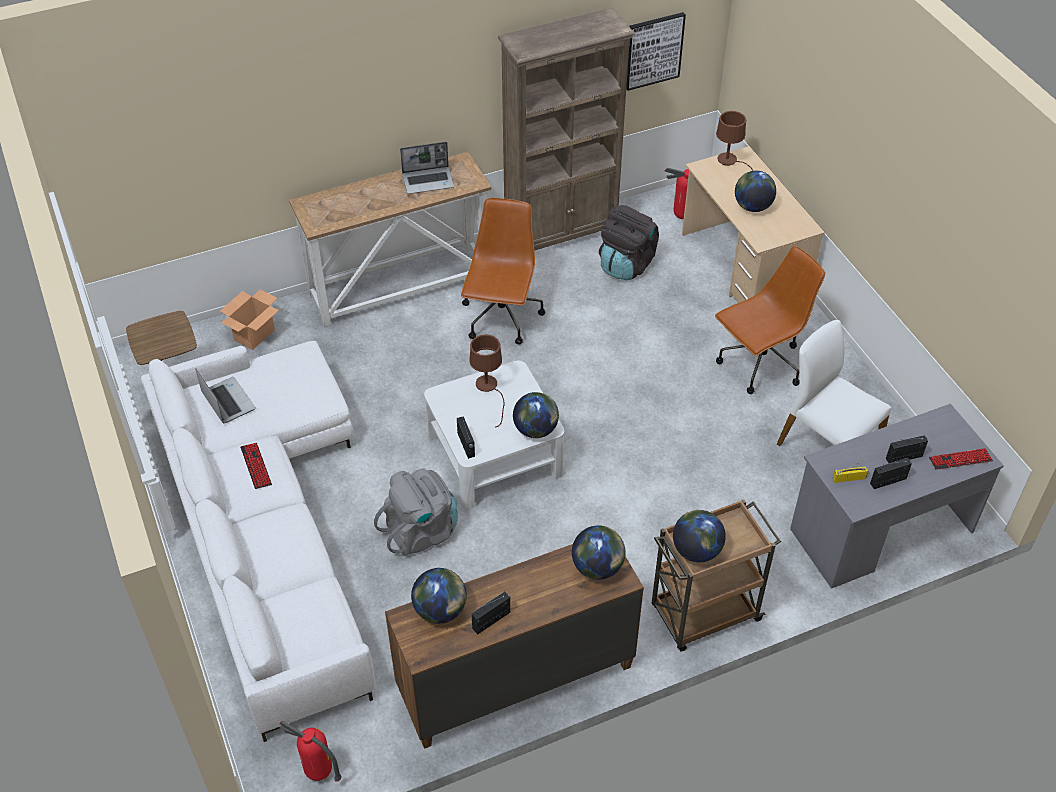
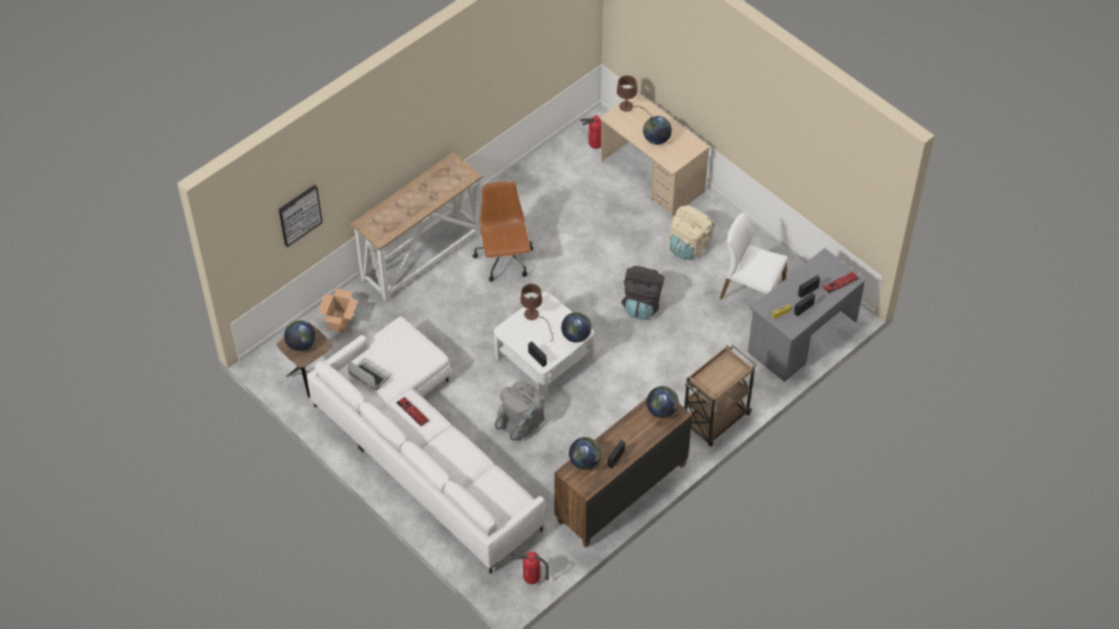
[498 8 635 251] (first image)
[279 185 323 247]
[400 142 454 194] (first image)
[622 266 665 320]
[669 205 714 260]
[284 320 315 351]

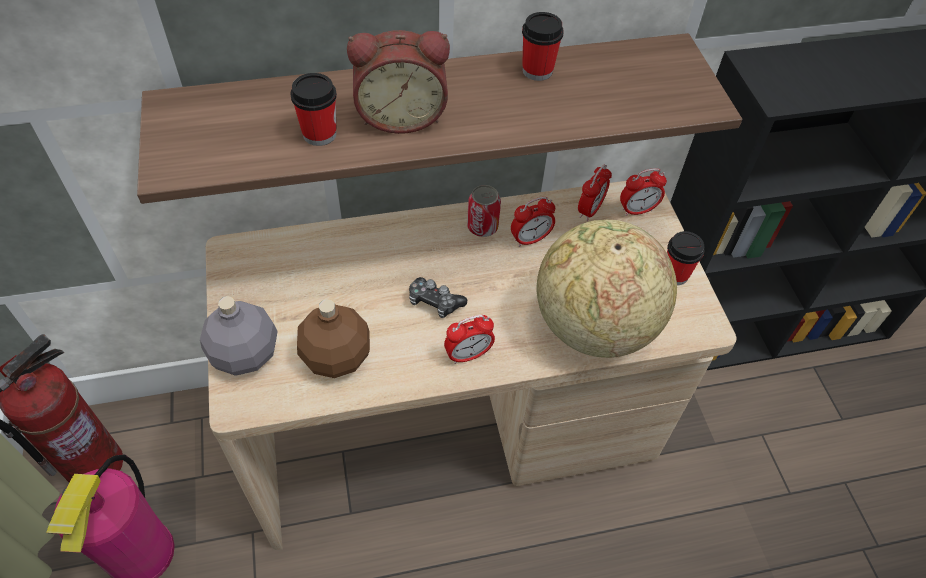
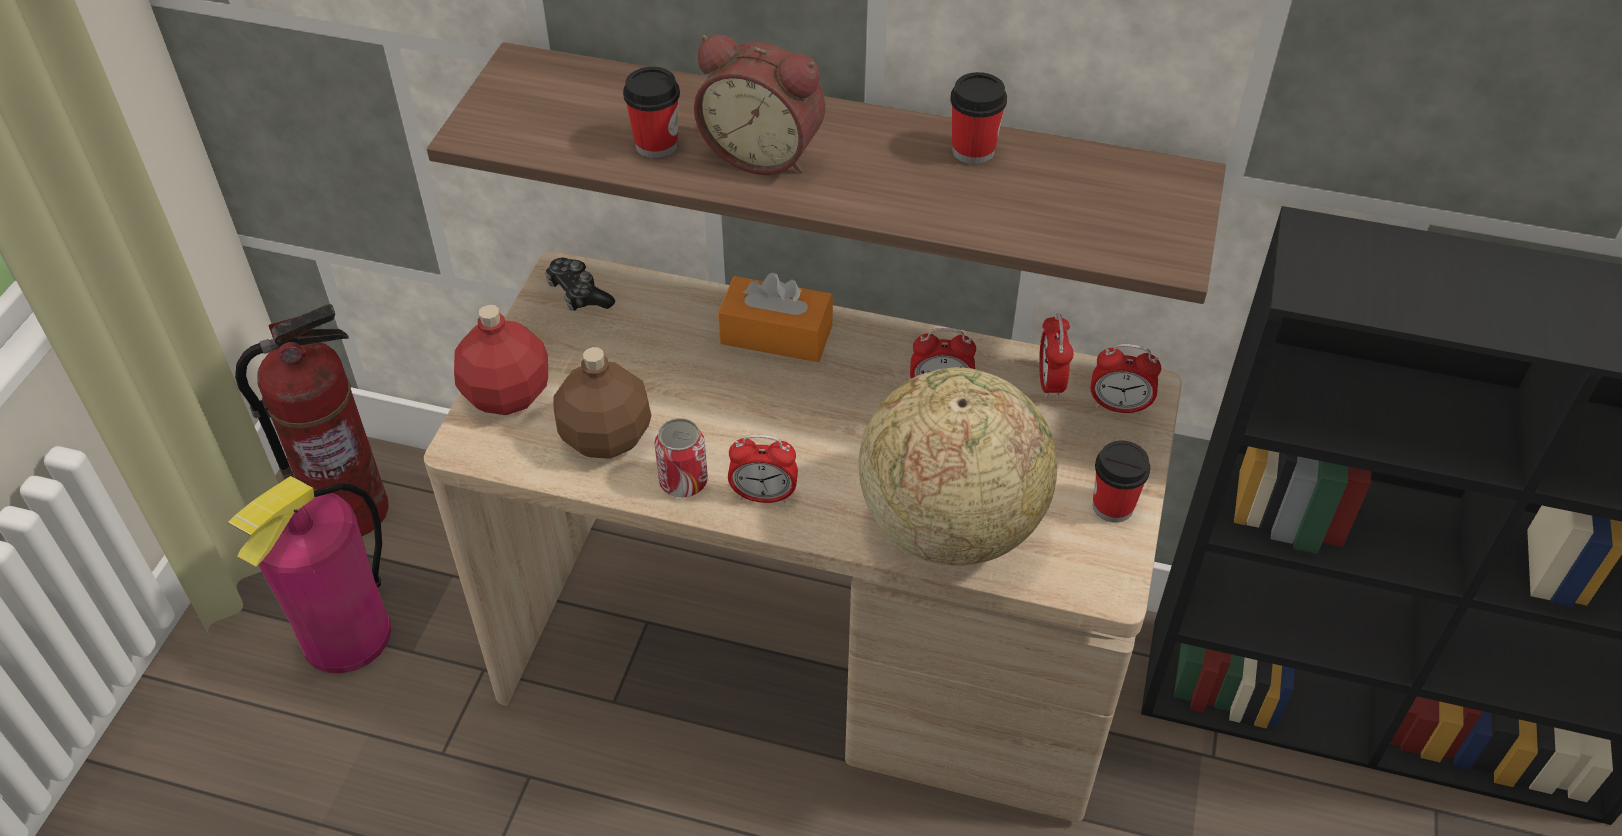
[1039 313 1074 399]
[654 418 708 497]
[545 257 615 311]
[454 304 548 415]
[718 273 833 362]

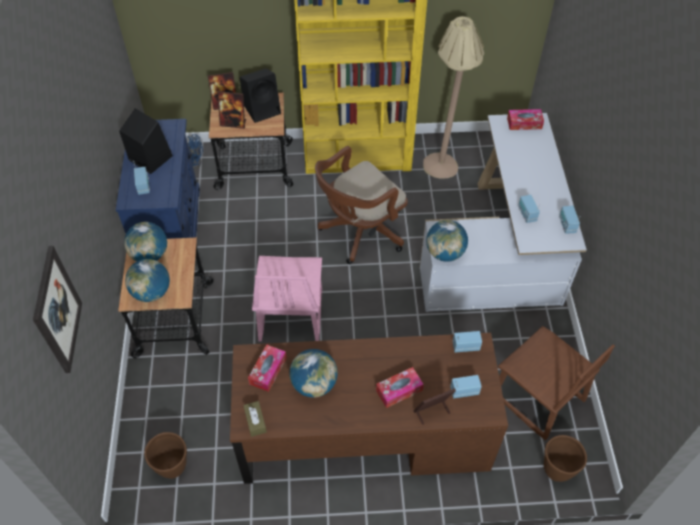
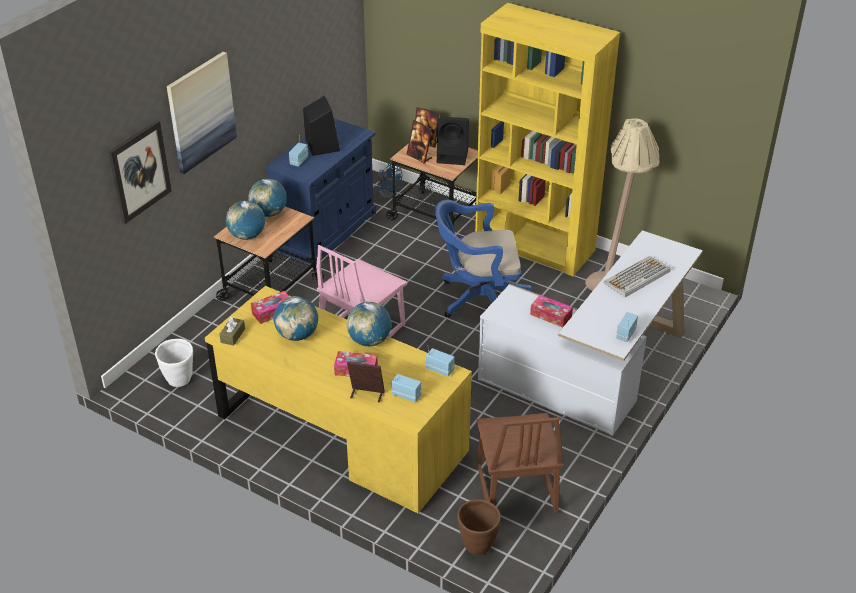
[530 295 573 327]
[435 200 532 318]
[518 195 540 223] (first image)
[347 302 391 346]
[205 286 472 513]
[155 339 193 387]
[167 52 237 174]
[604 256 671 297]

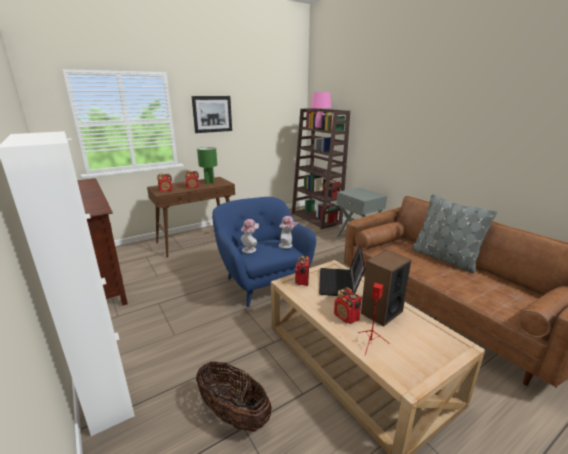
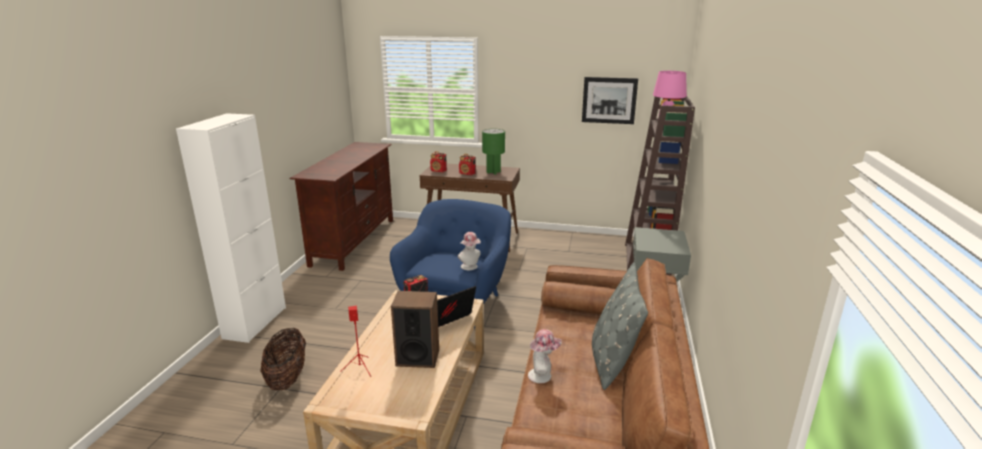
[582 77 638 124]
[528 329 562 383]
[334 287 362 324] (first image)

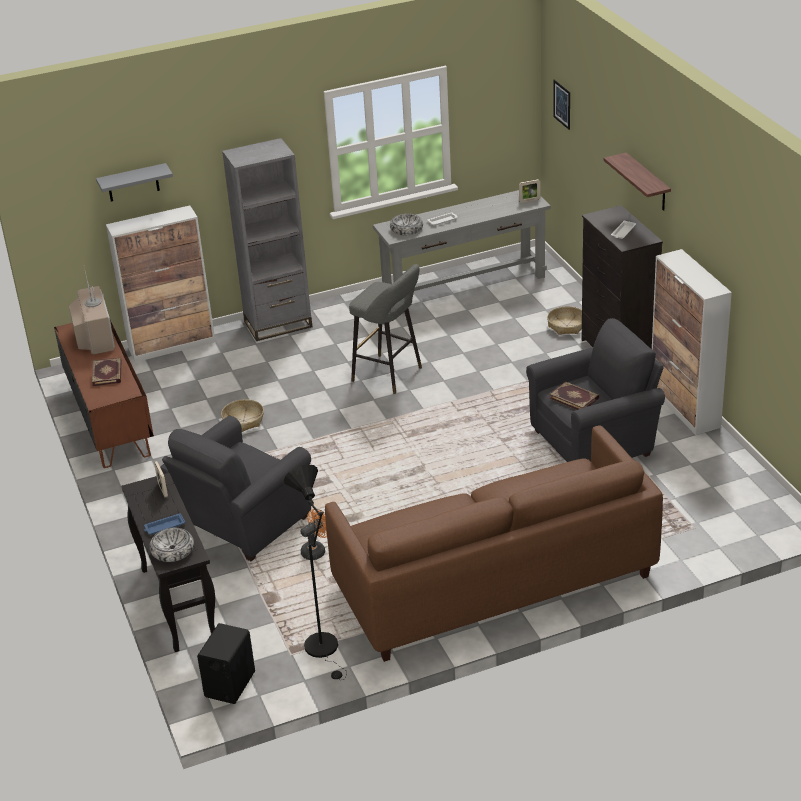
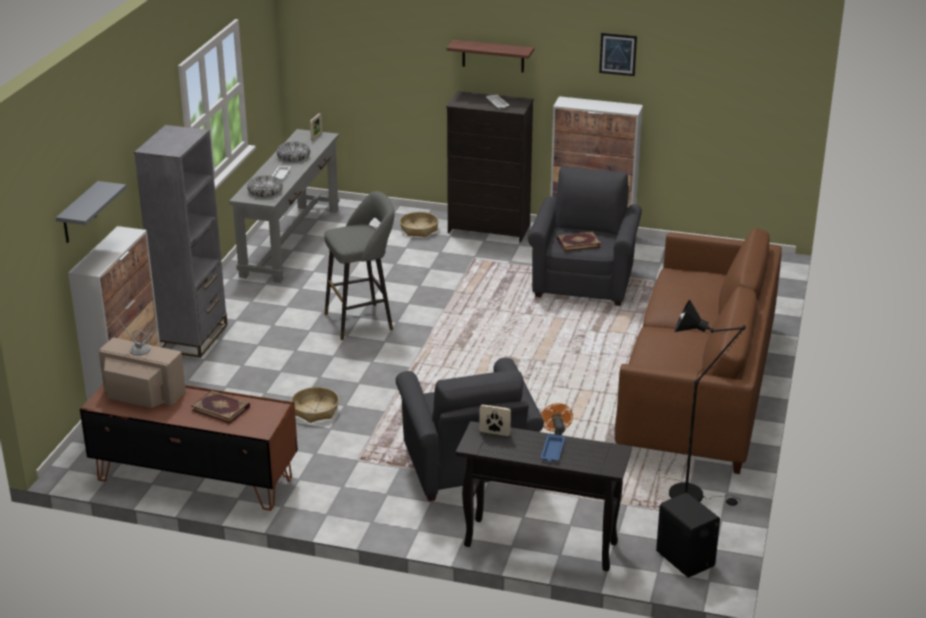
[599 33 637 76]
[277 141 310 162]

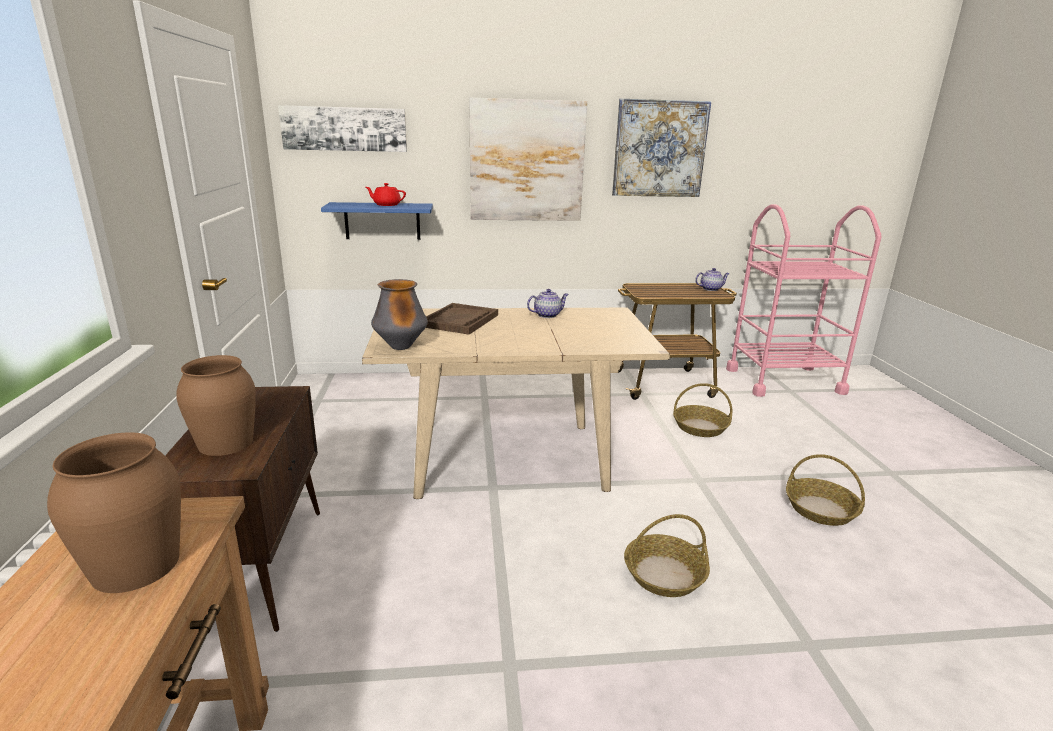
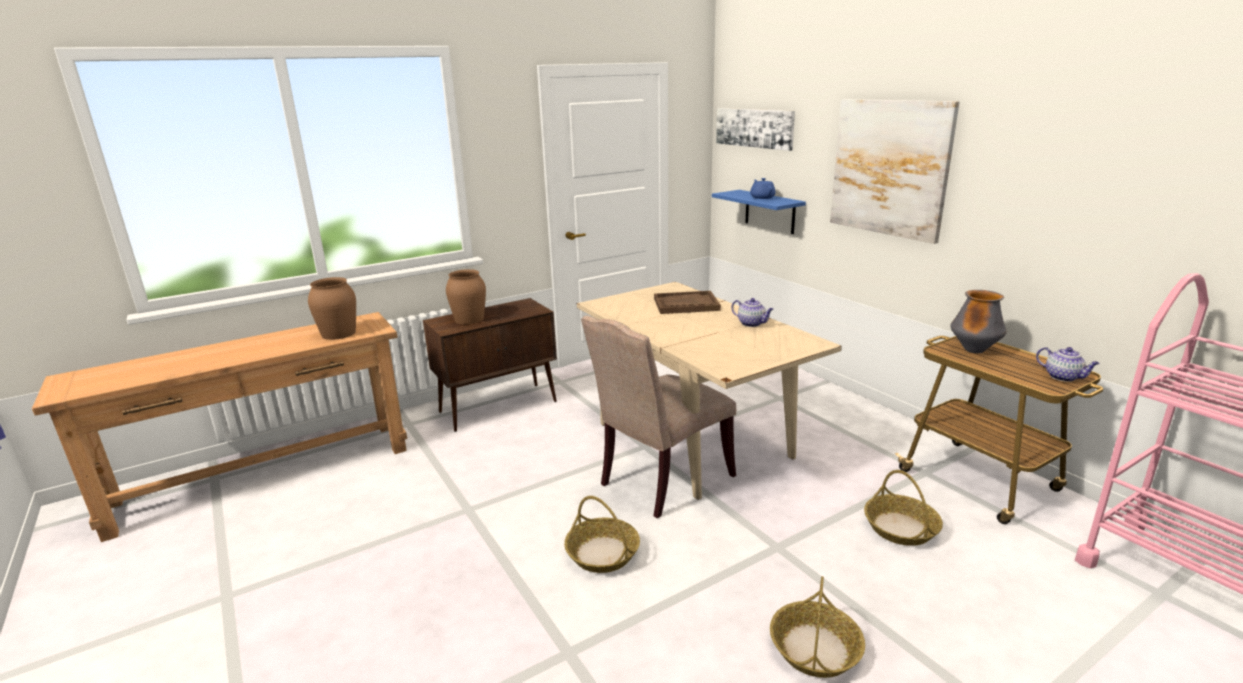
[612 98 711 197] (first image)
[750 178 776 199]
[951 290 1007 353]
[581 316 736 518]

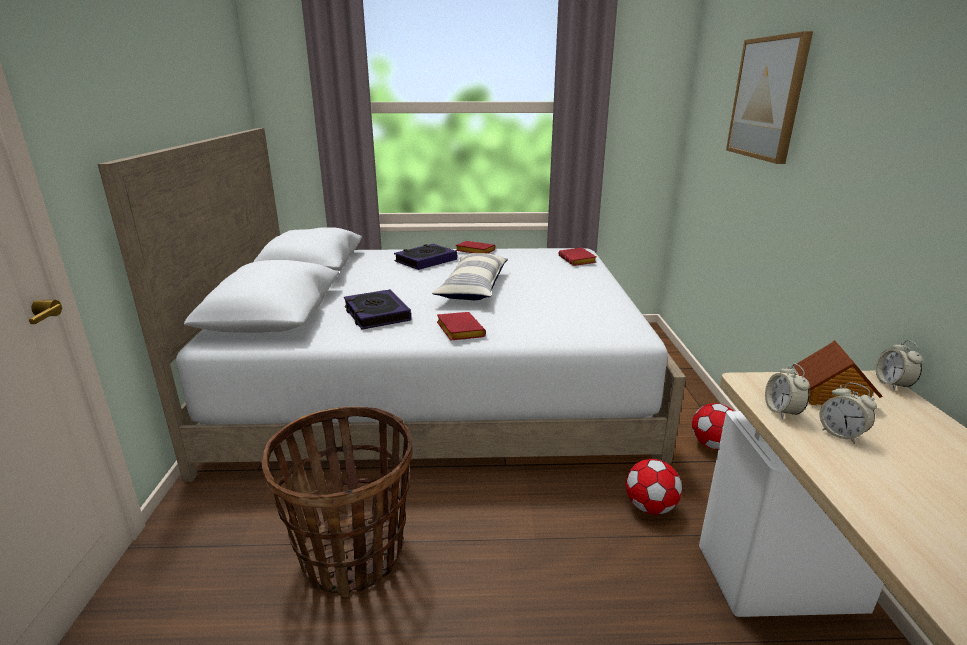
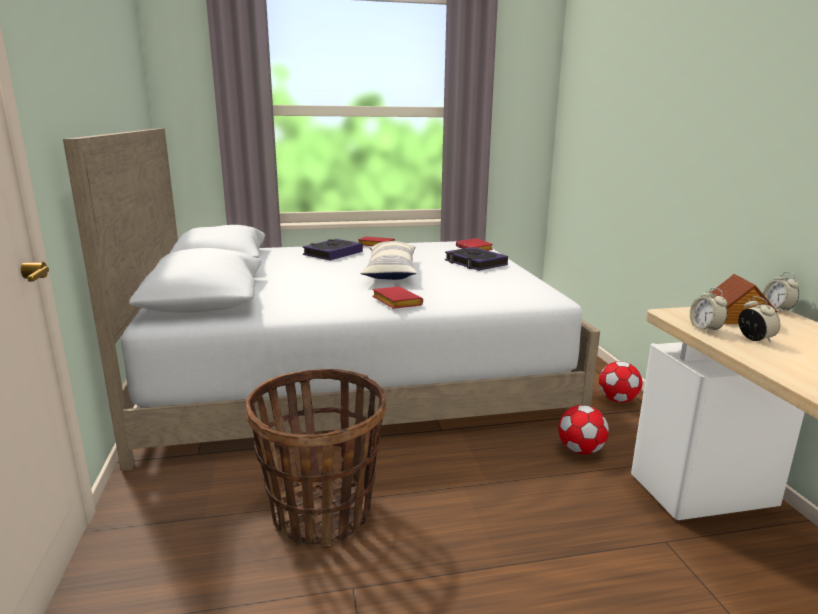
[726 31 813 164] (first image)
[445 247 508 271]
[738 296 780 343]

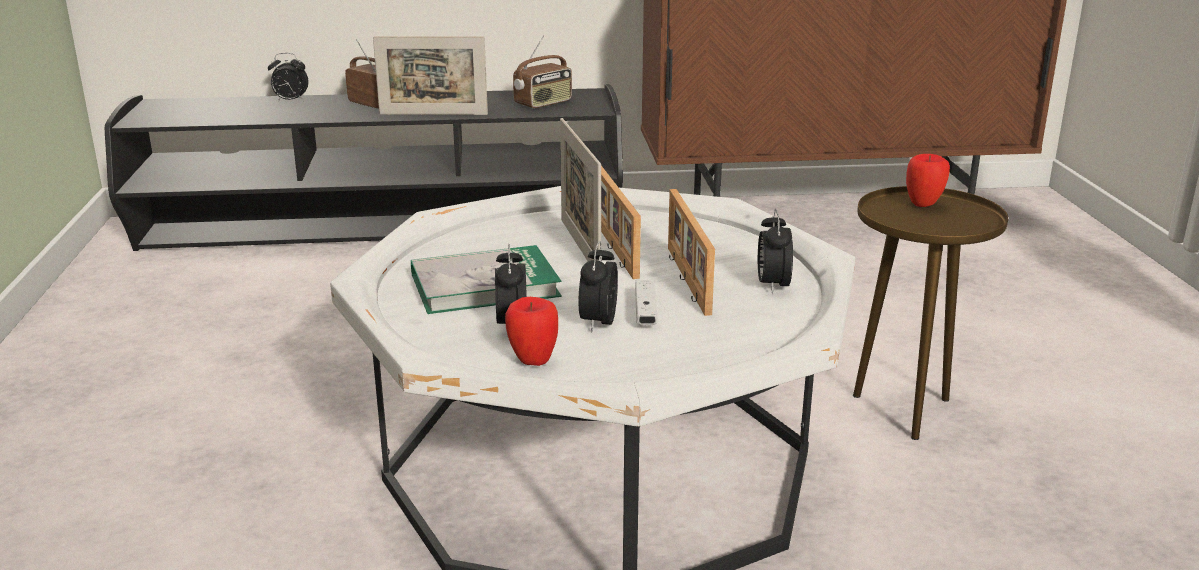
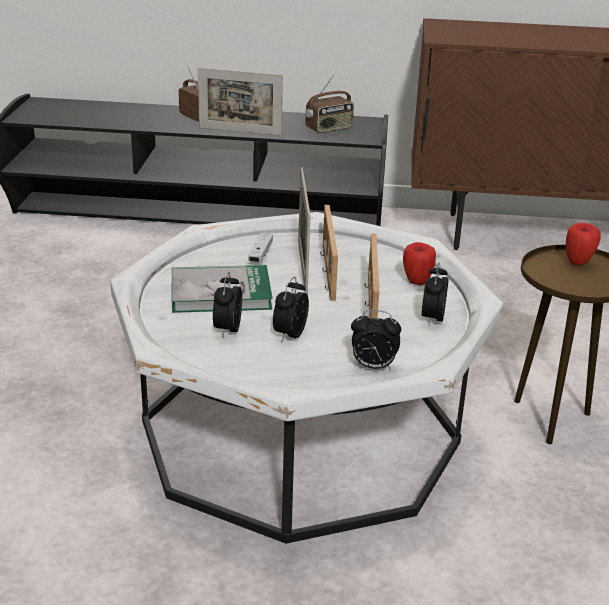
[351 310 401 370]
[248 233 273 263]
[403 242 436 285]

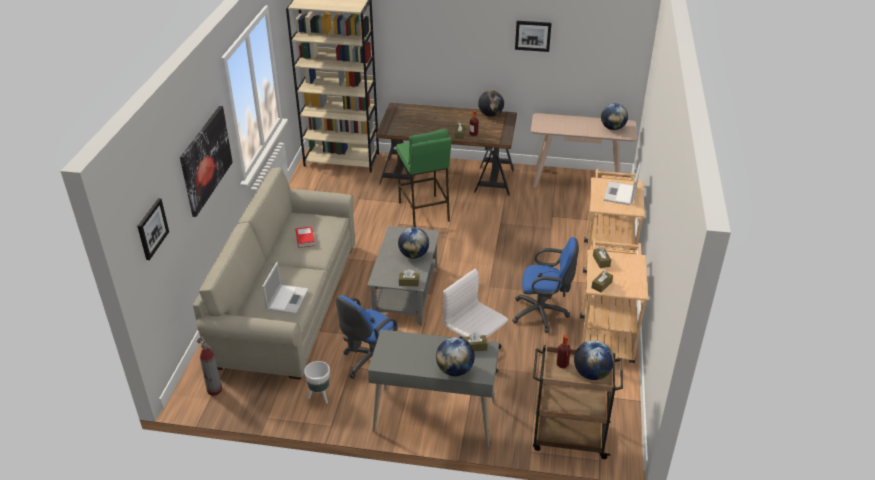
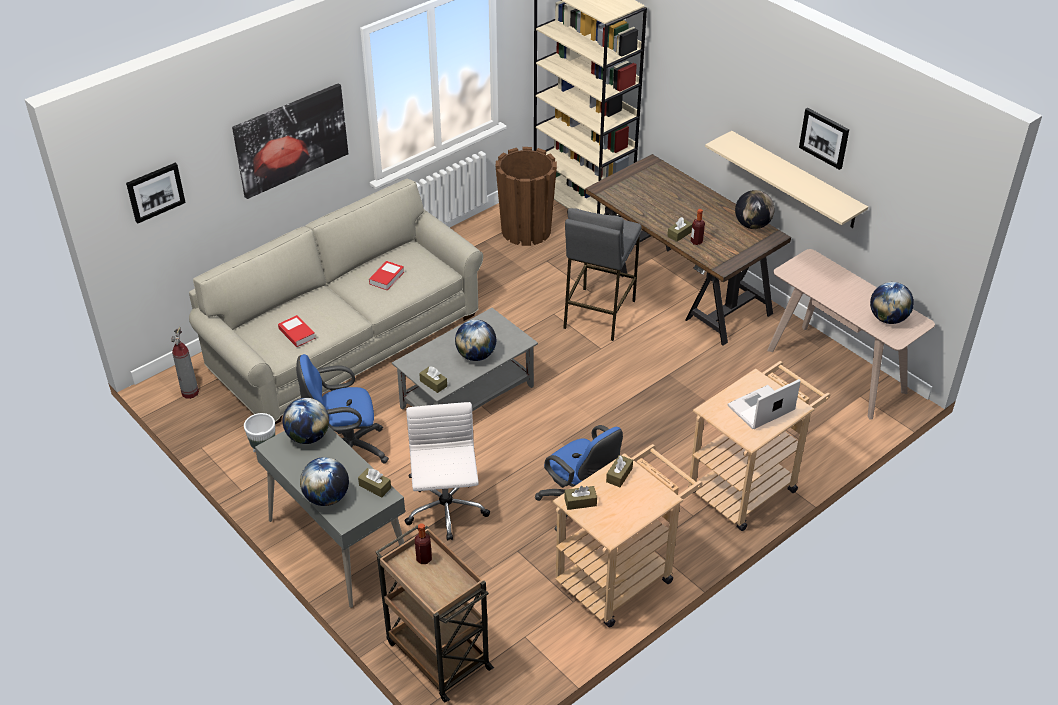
[563 208 642 341]
[278 315 315 347]
[282 398 329 444]
[705 131 868 228]
[496 147 557 246]

